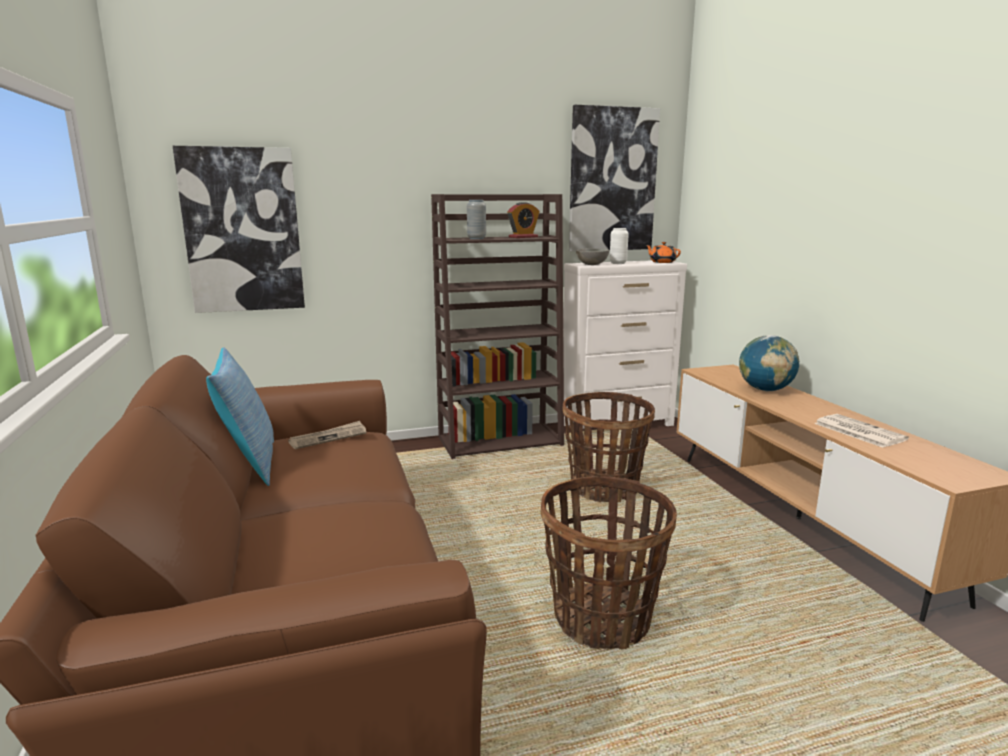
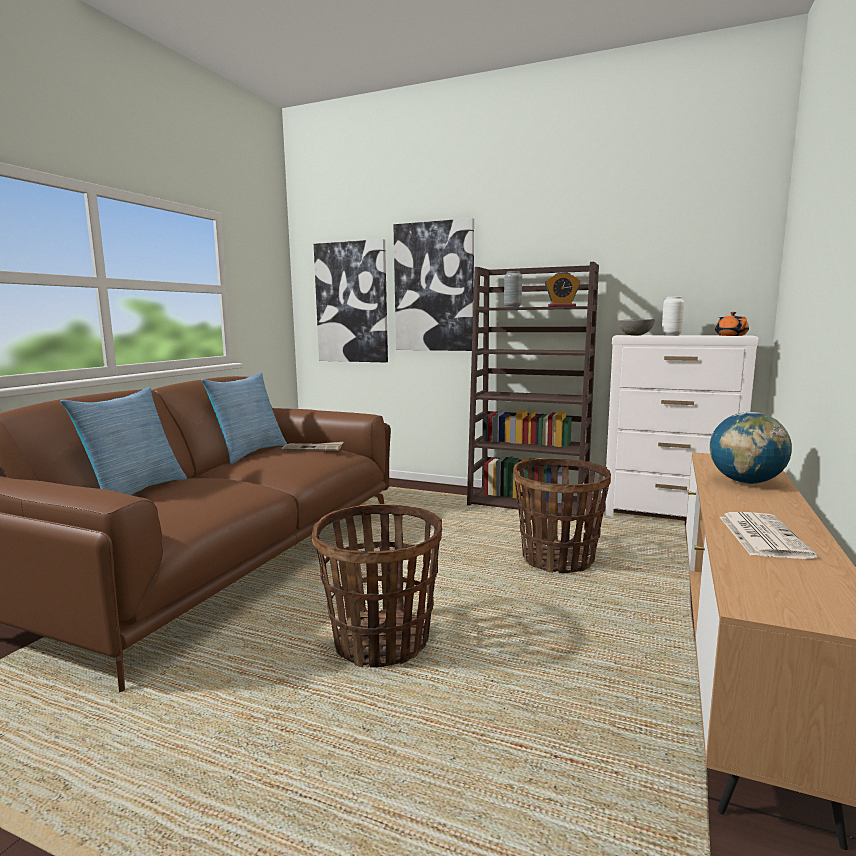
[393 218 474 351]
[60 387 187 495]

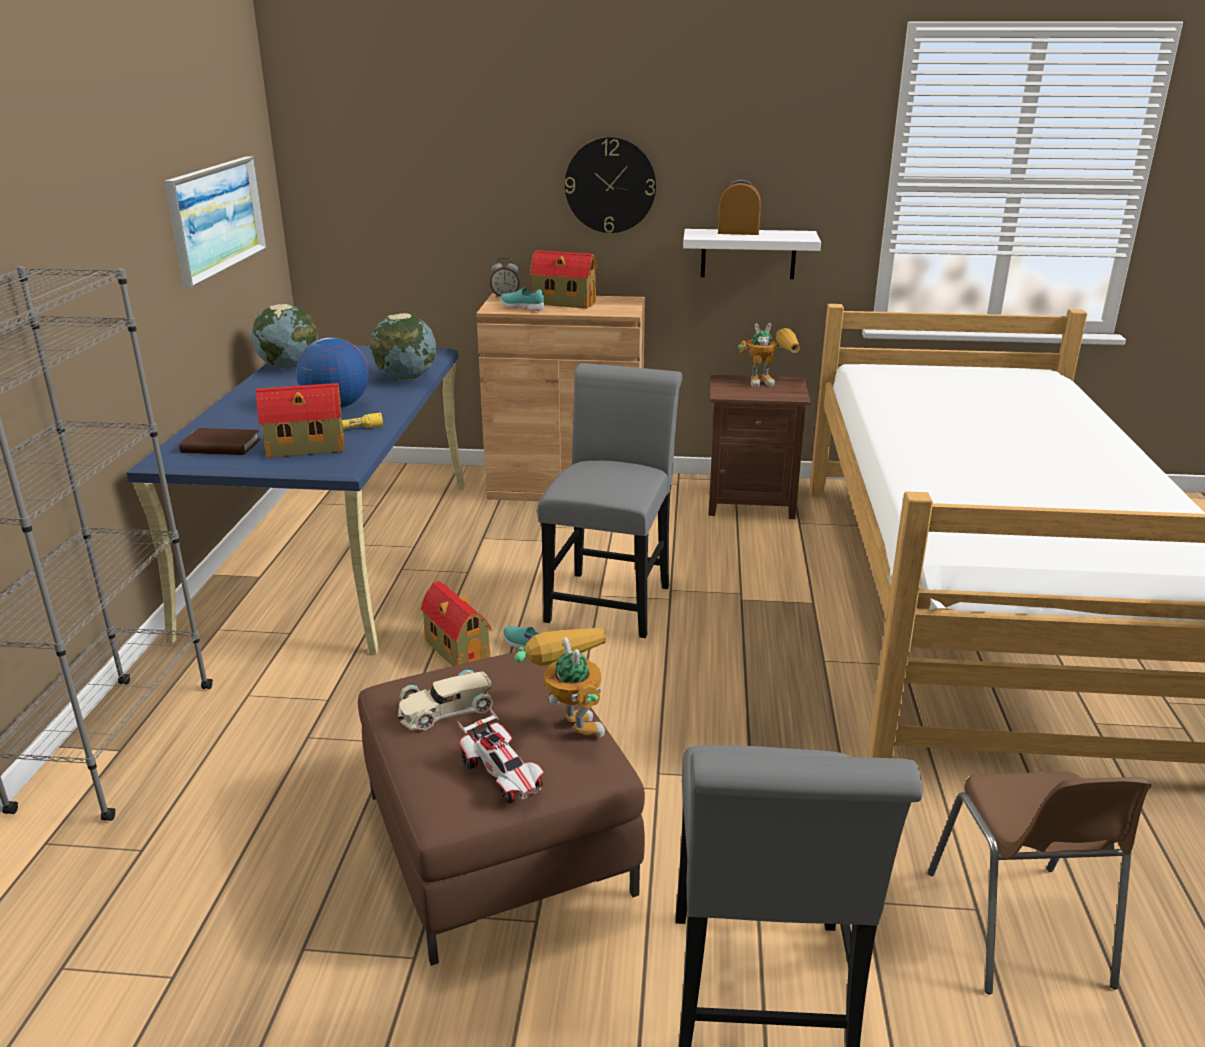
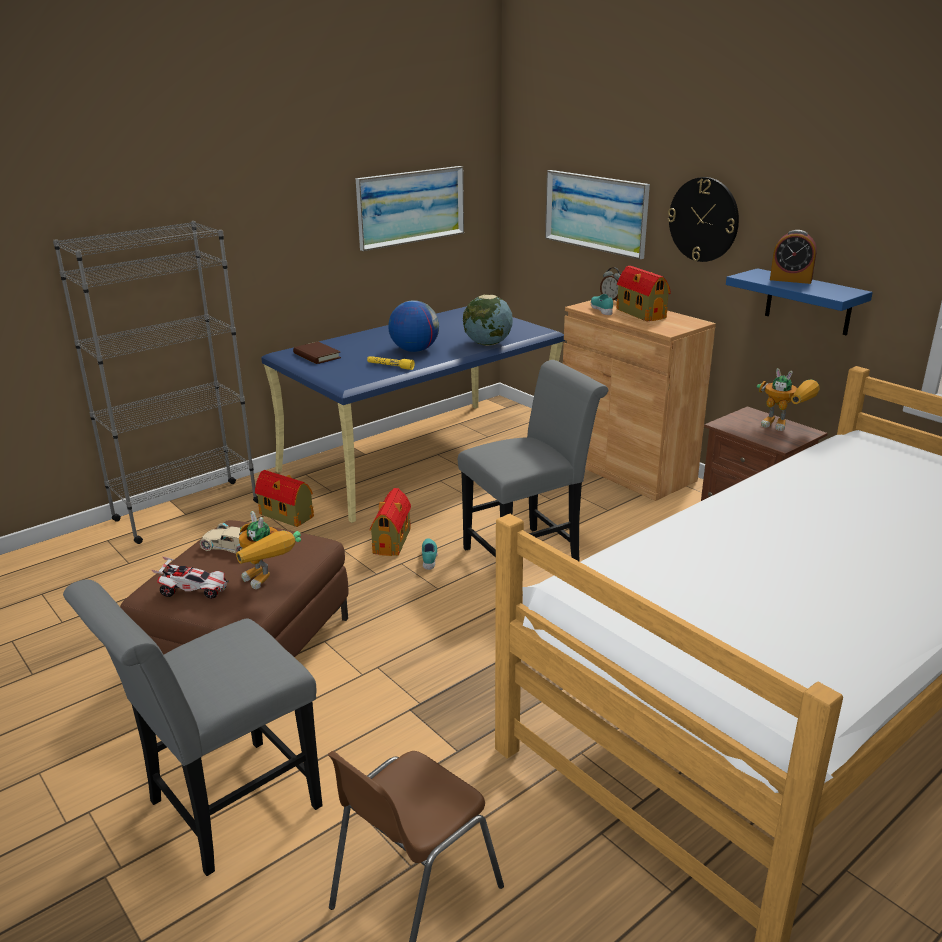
[770 230 817 284]
[726 268 873 335]
[251 304 318 369] (first image)
[255 470 314 527]
[236 511 301 589]
[152 556 229 599]
[545 170 650 259]

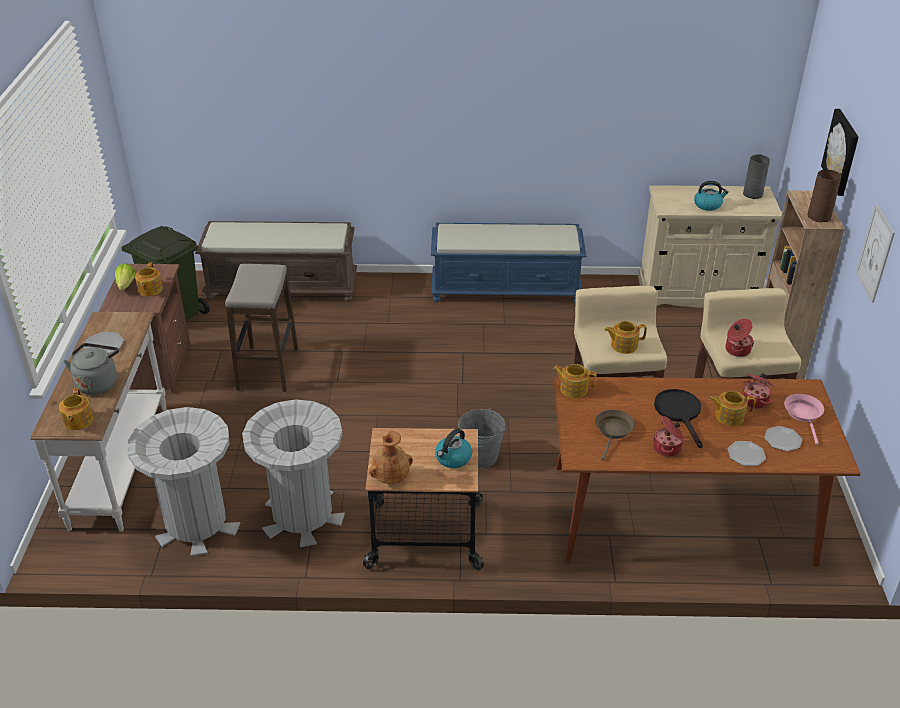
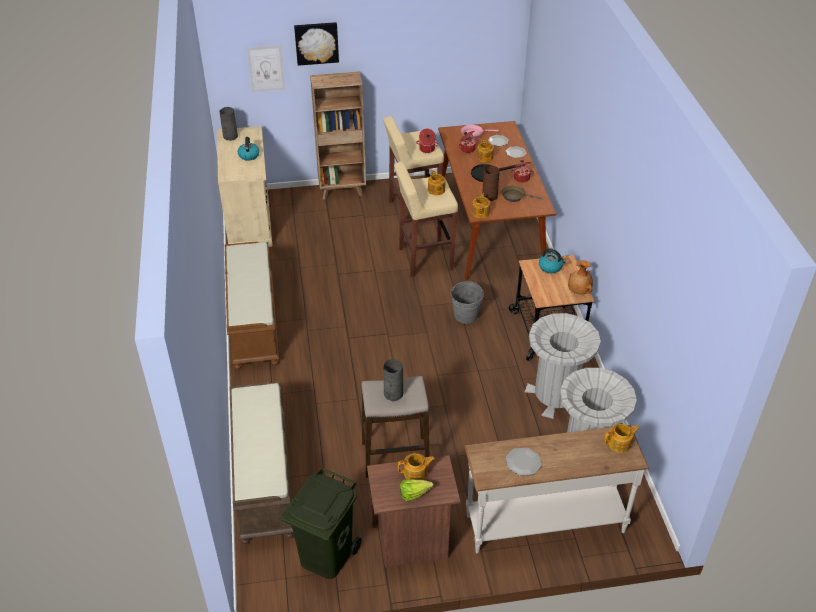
[482 166 499 201]
[247 45 285 92]
[225 242 279 369]
[64 343 119 395] (first image)
[384 359 404 401]

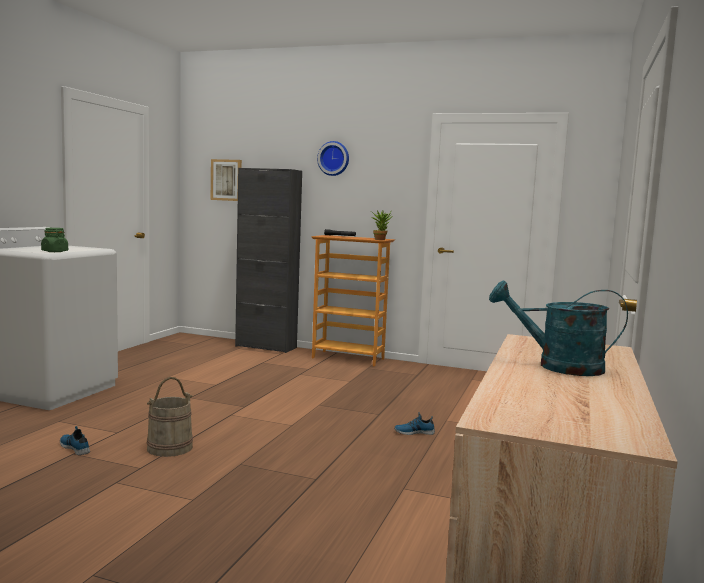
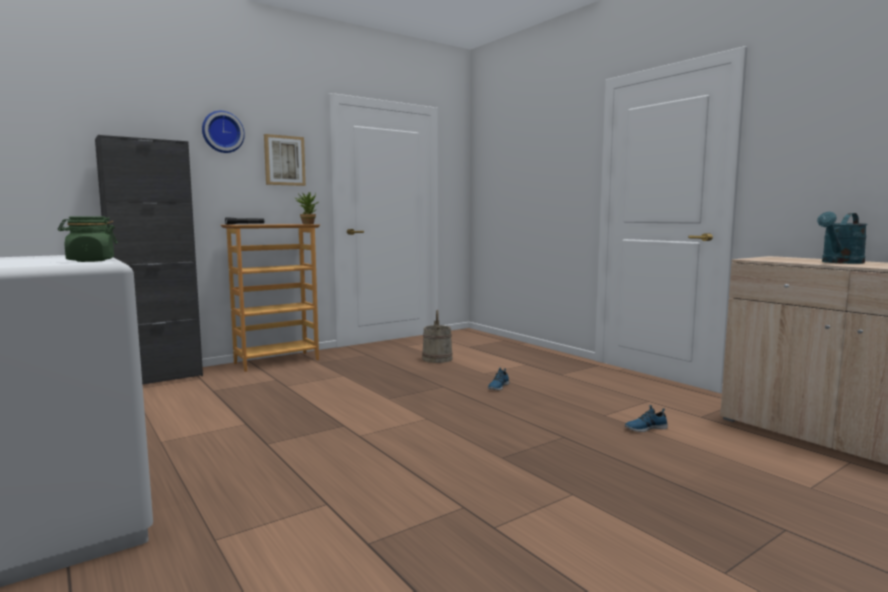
[264 134 306 186]
[422 310 453 363]
[625 405 668 432]

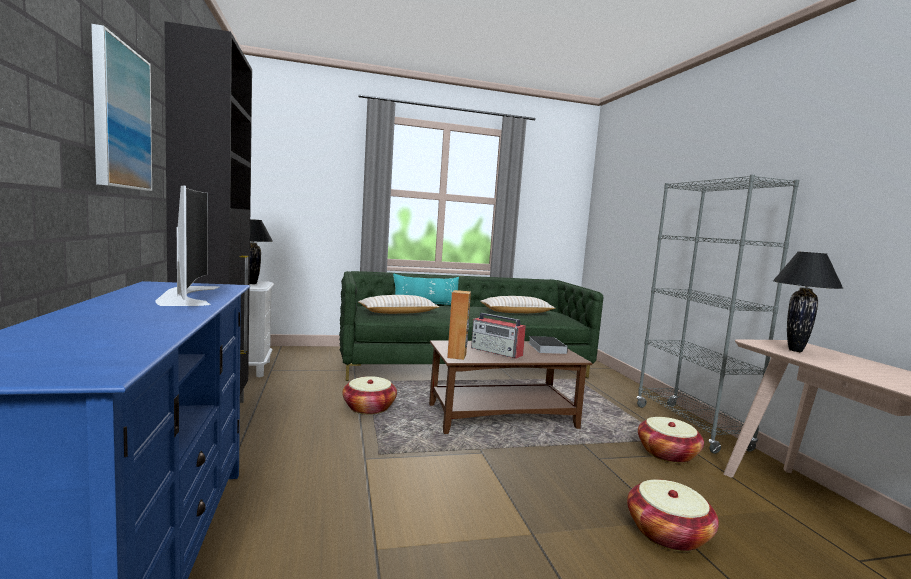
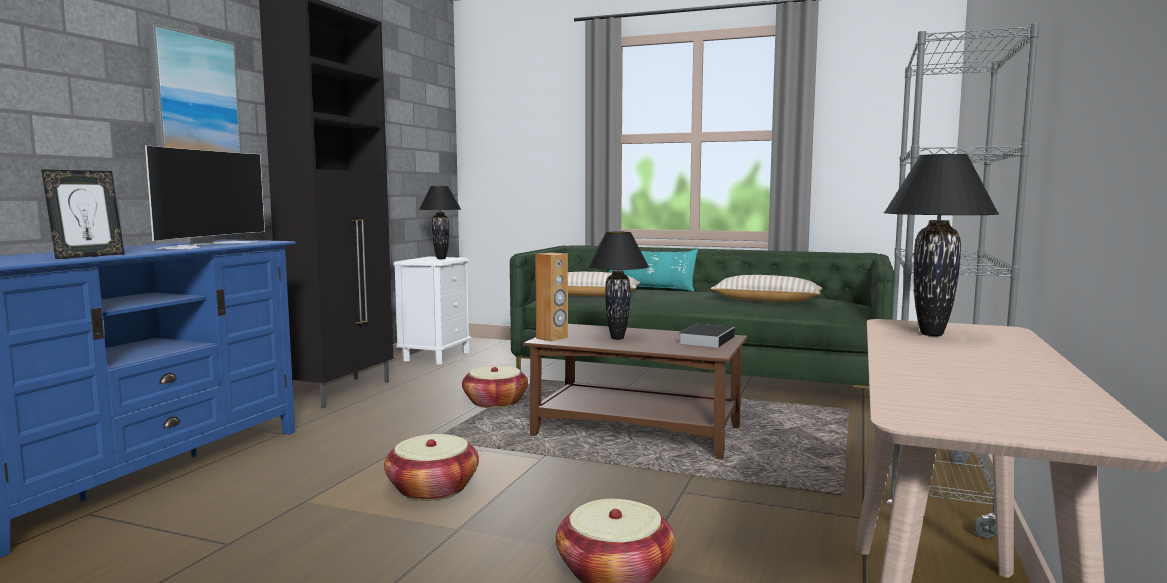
[587 232 649 340]
[384 434 479 501]
[41 169 124 259]

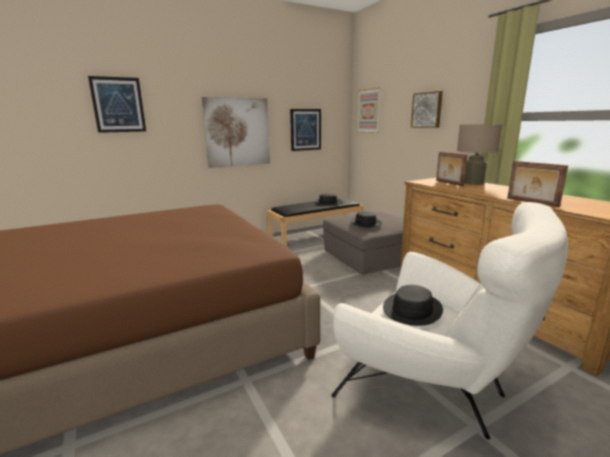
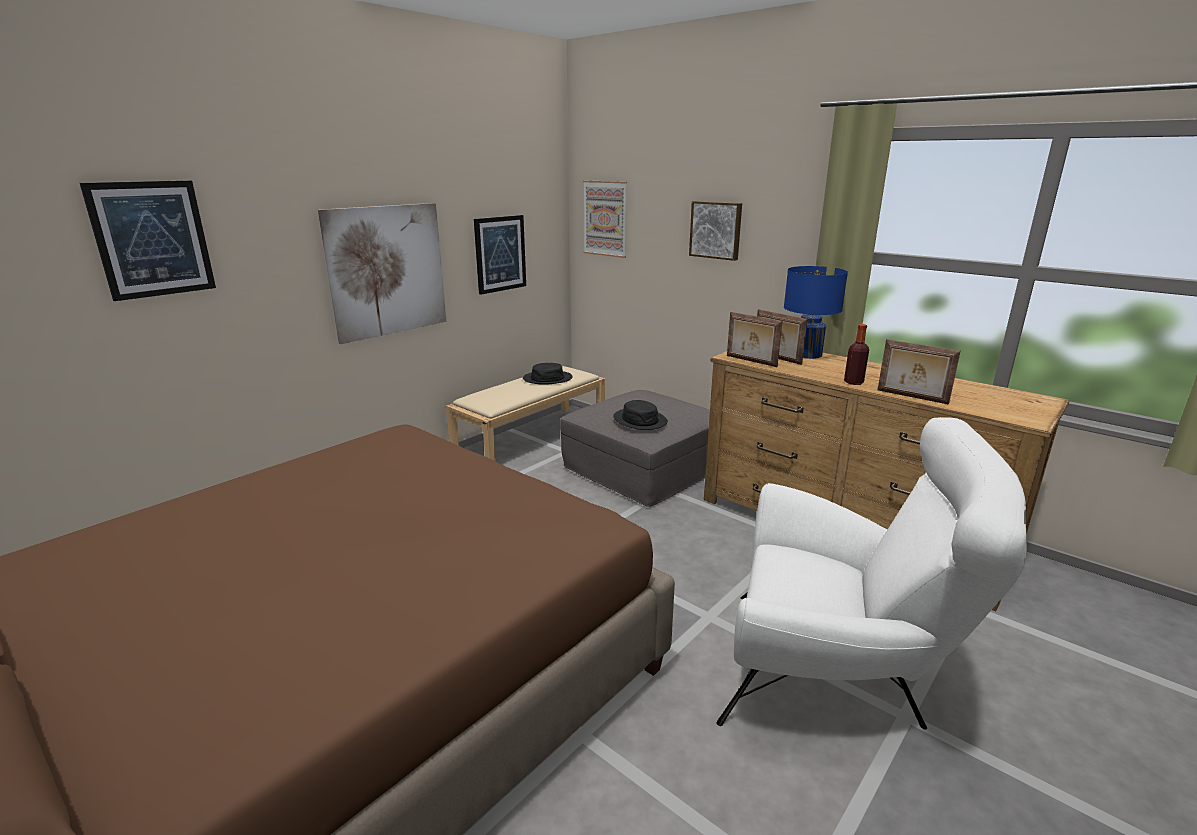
[784 266 848 359]
[446 366 605 462]
[383 285 443 326] (first image)
[727 312 782 367]
[844 324 869 385]

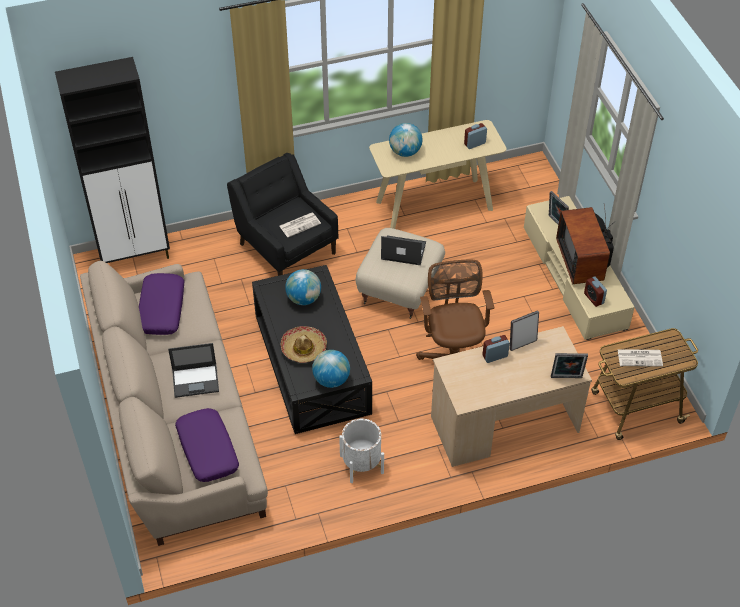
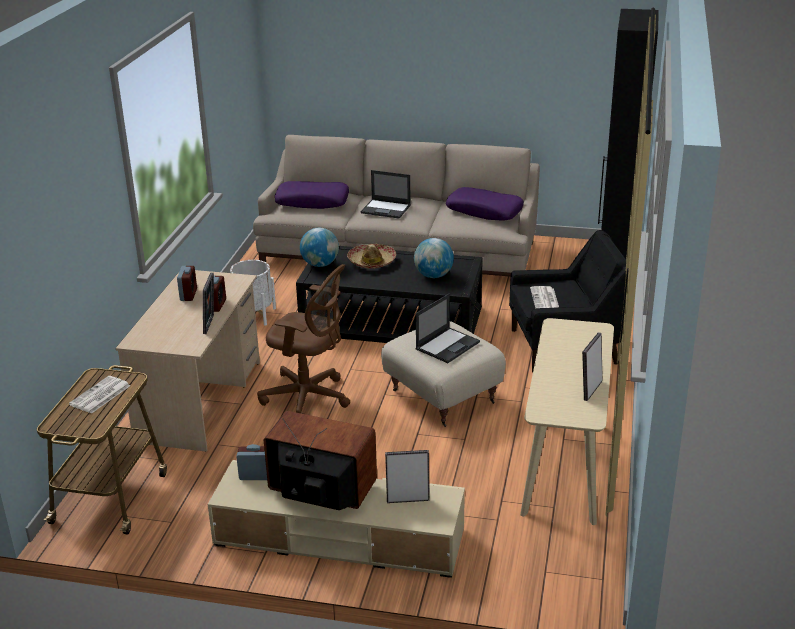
[389 123 423 157] (first image)
[177 266 197 301]
[360 170 411 219]
[582 332 603 401]

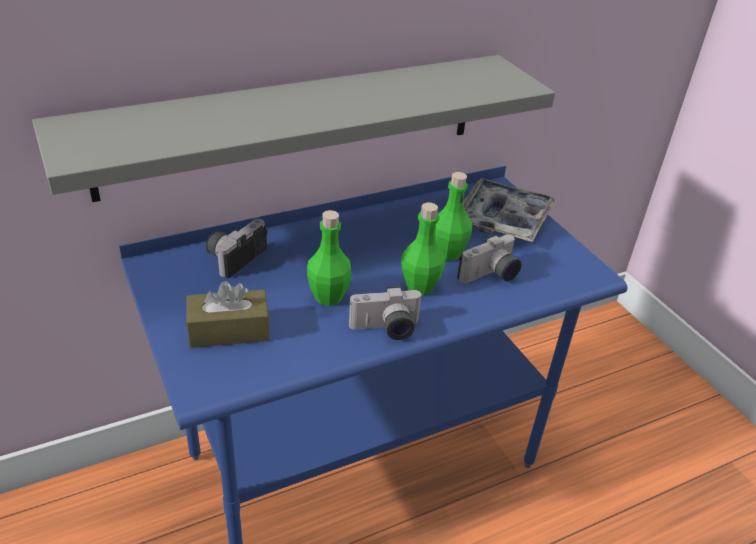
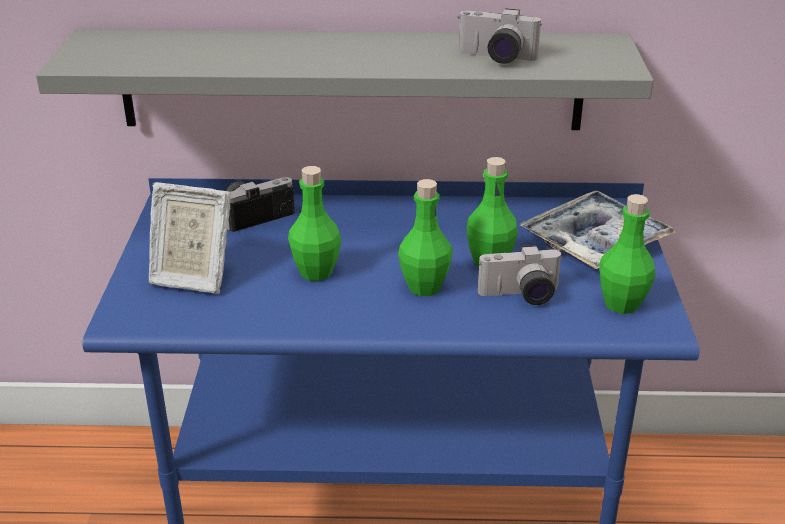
[149 182 231 294]
[458 8 542 64]
[599 194 655 314]

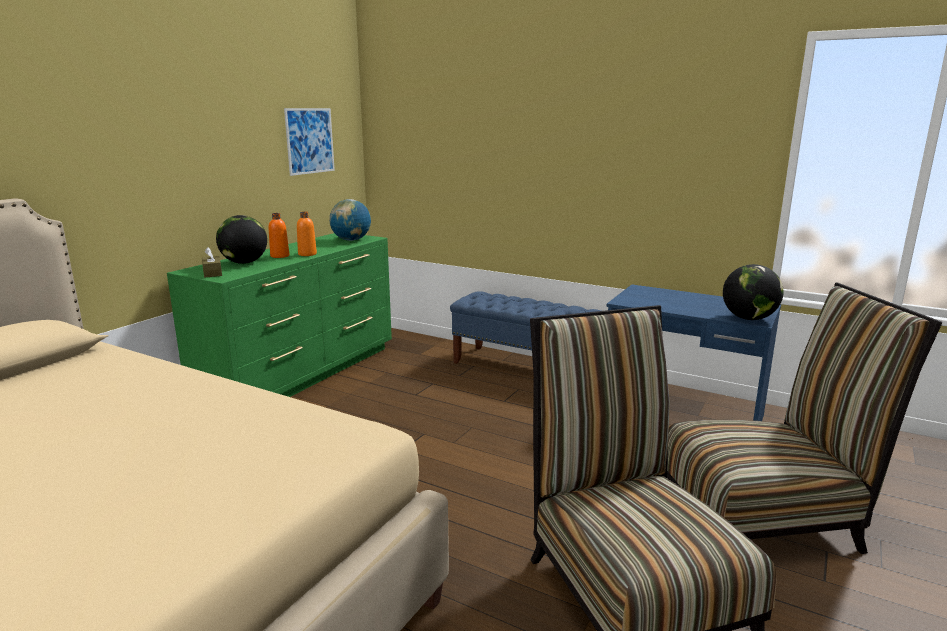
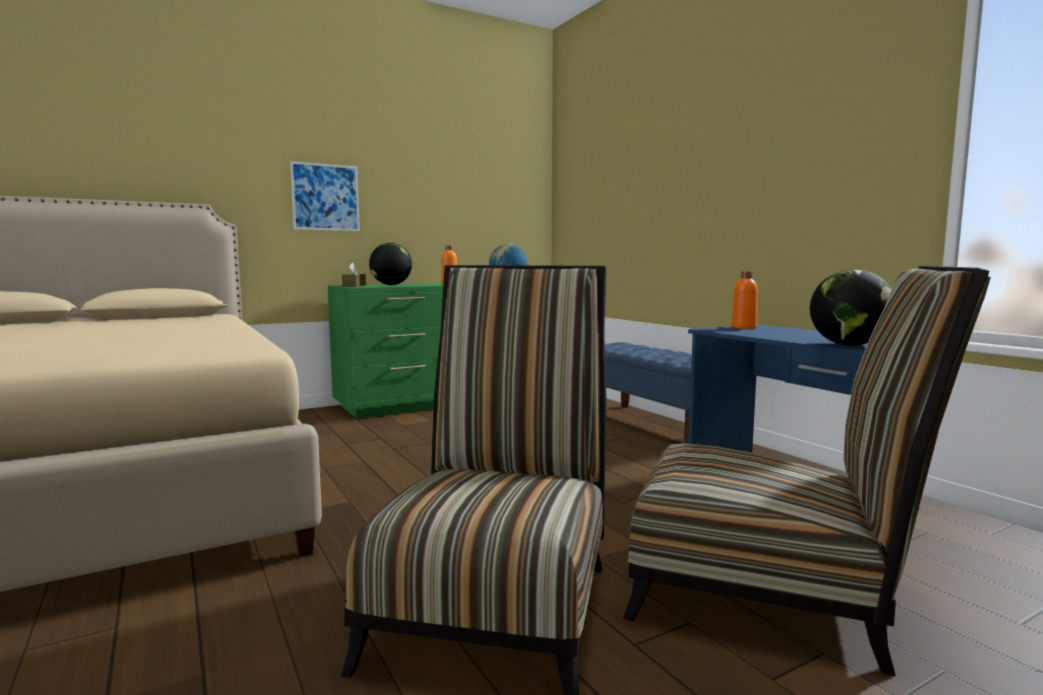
[290 161 360 231]
[731 271 758 329]

